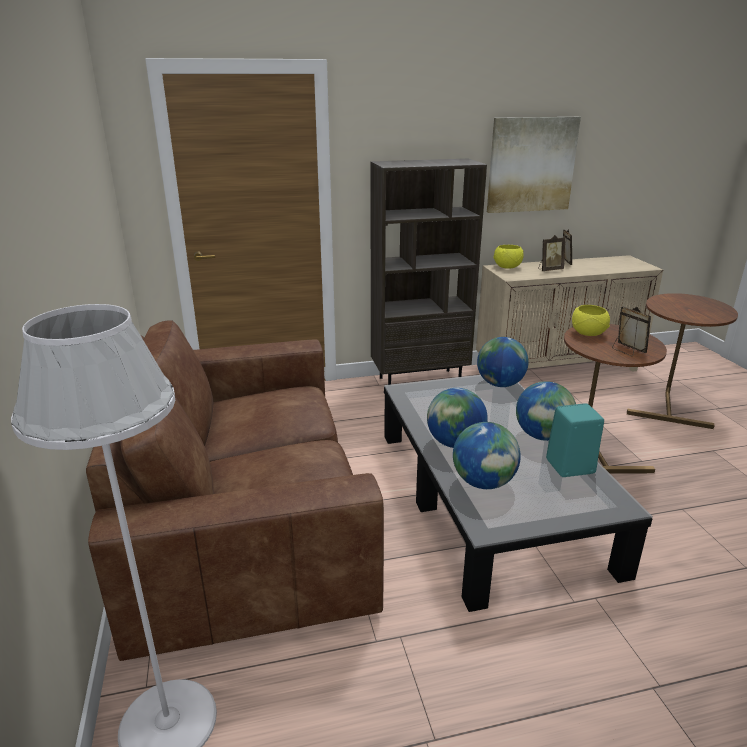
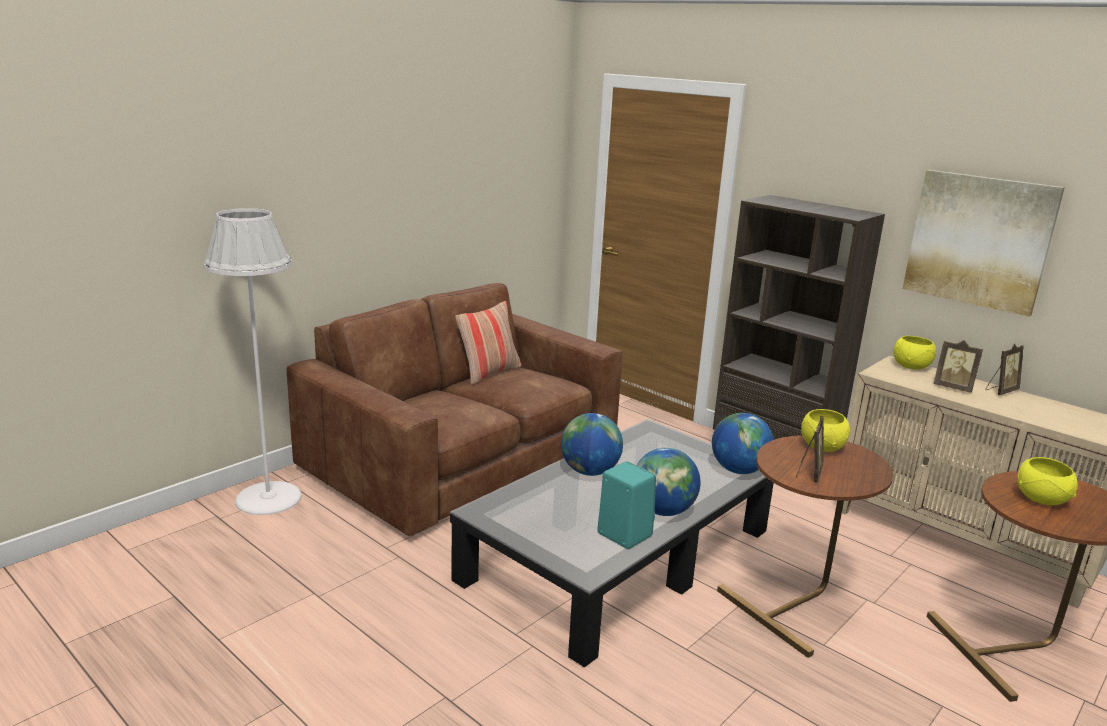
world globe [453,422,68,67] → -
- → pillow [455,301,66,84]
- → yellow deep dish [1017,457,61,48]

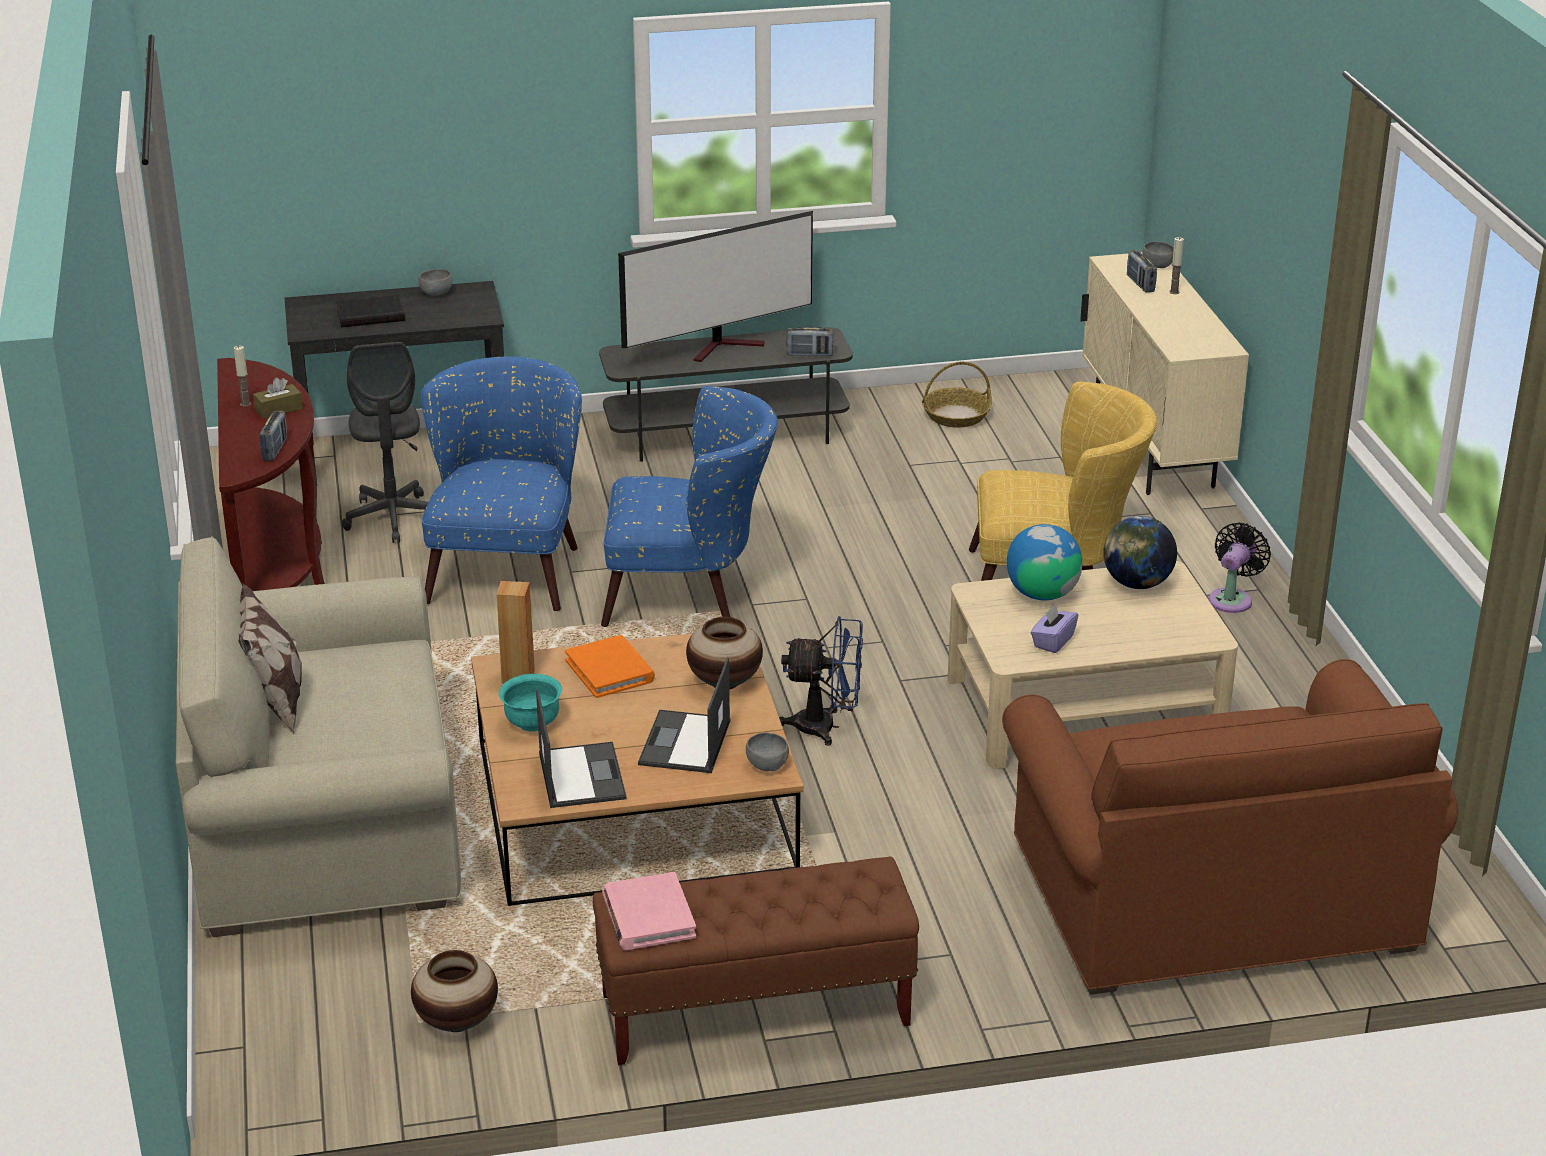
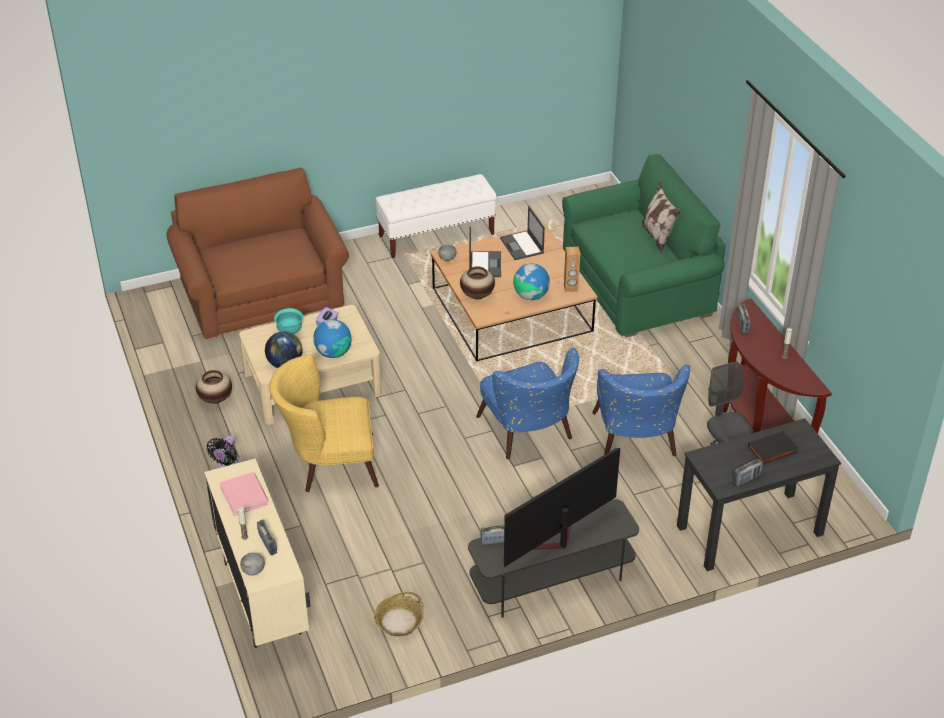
brown tissue box [253,378,50,41] → -
bluish electric fan [779,616,84,130] → -
decorative vase [411,950,87,82] → decorative vase [196,370,36,34], moved
turquoise-coloured deep dish [499,674,63,57] → turquoise-coloured deep dish [274,308,29,26], moved
pink-coloured book [602,872,94,78] → pink-coloured book [220,472,49,44], moved
gray deep dish [419,269,33,27] → radio set [733,459,30,27]
orangey book [565,635,90,63] → world globe [513,263,37,37]
beige-coloured couch [176,536,286,401] → greenish couch [562,154,164,184]
brown bench [593,856,326,209] → whitish bench [376,174,121,84]
bluish easy chair [601,386,177,241] → bluish easy chair [476,348,103,111], 105 degrees counterclockwise

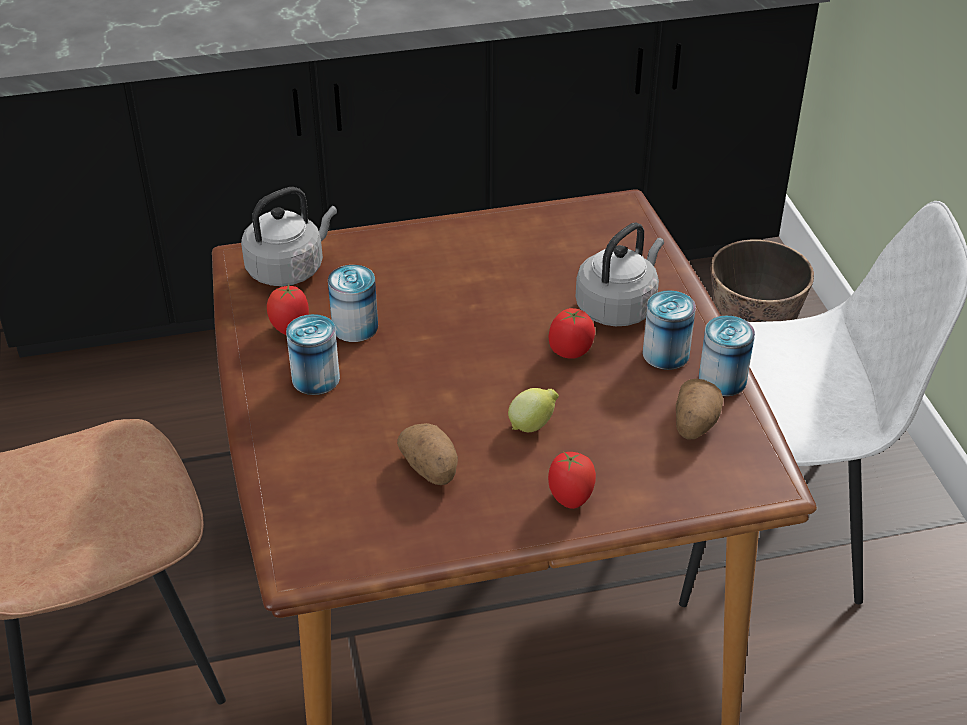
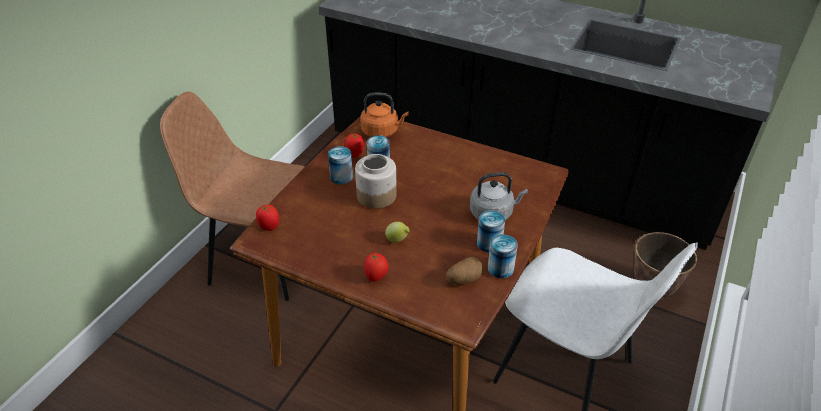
whole potato [397,423,61,62] → -
- → storage jar [355,154,42,55]
whole tomato [549,308,46,51] → whole tomato [256,205,23,26], moved
gray tea kettle [241,187,96,99] → orangey tea kettle [360,93,49,44]

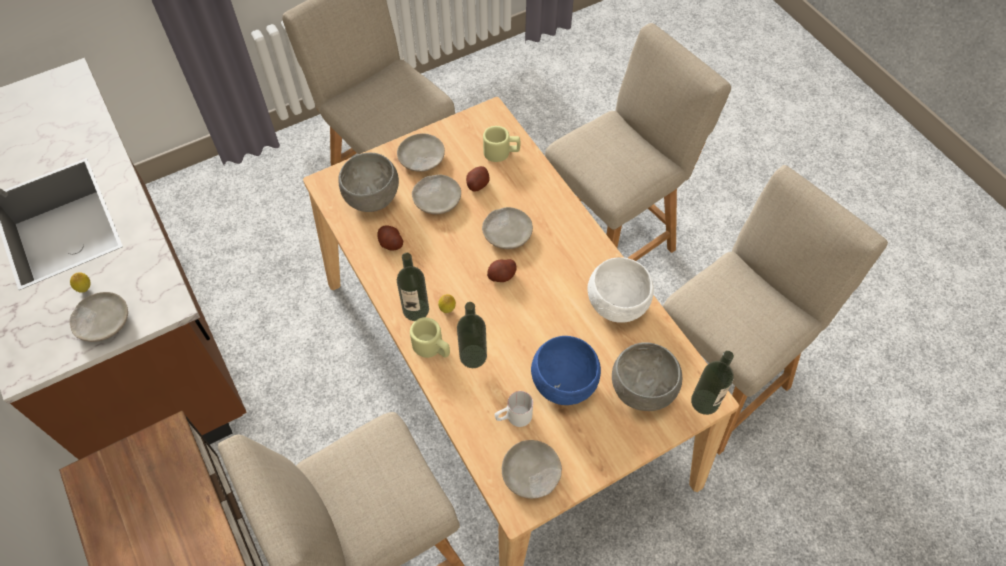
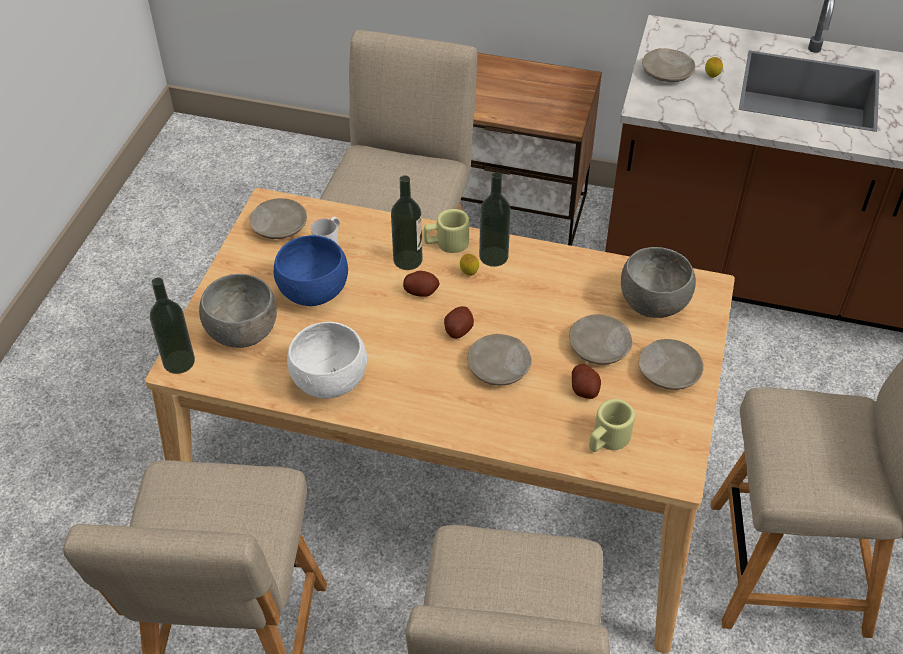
whole potato [377,225,26,26] → whole potato [403,271,37,26], moved

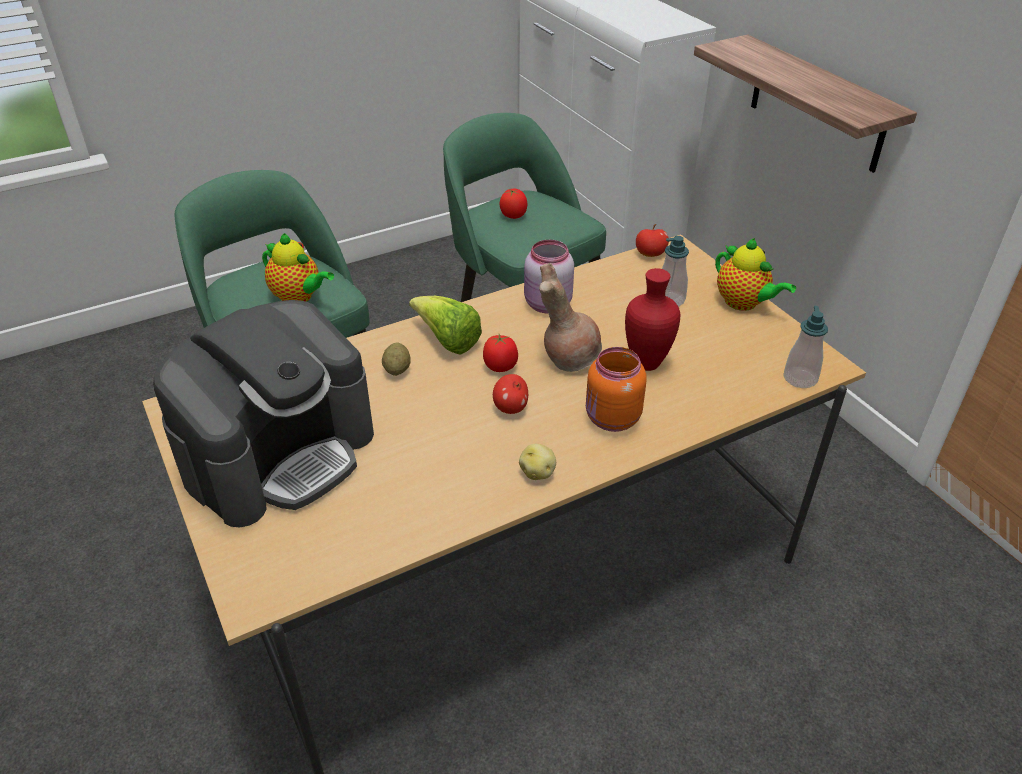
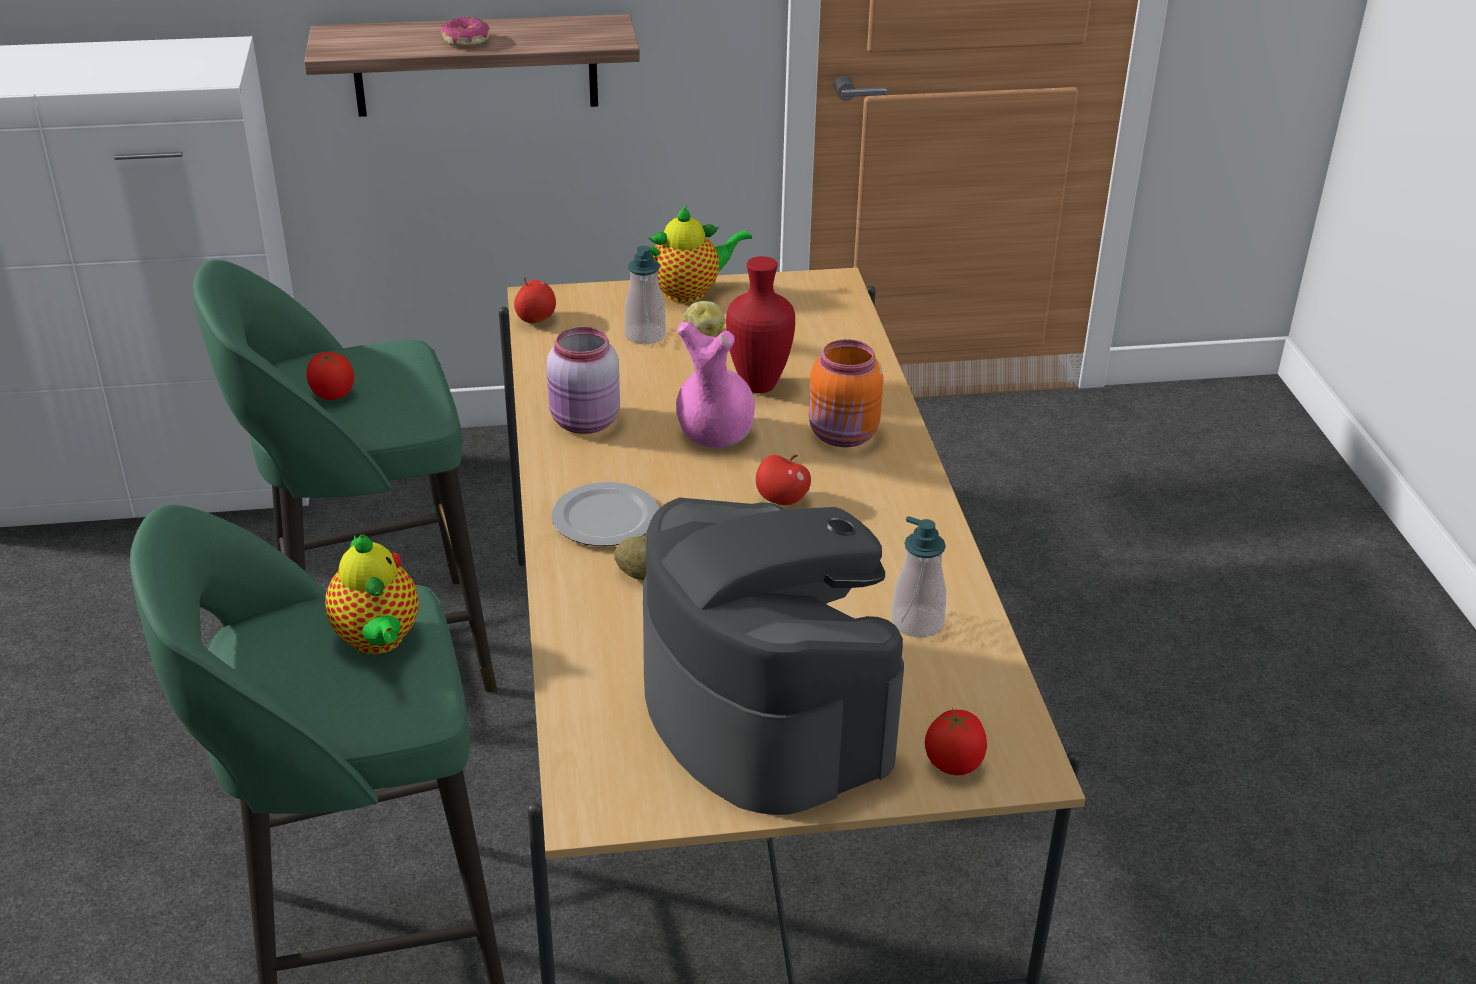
- → donut [440,17,50,30]
whole tomato [483,334,35,38] → whole tomato [925,708,62,67], moved
whole potato [519,444,37,36] → whole potato [683,301,42,36], moved
soap dispenser [784,306,44,82] → soap dispenser [891,516,55,122], moved
lettuce head [409,296,73,58] → flat dish [551,482,108,64]
brown decorative vase [539,263,63,109] → pink-coloured decorative vase [676,322,79,126]
pot for tea [262,233,72,69] → pot for tea [325,534,94,121], 105 degrees clockwise

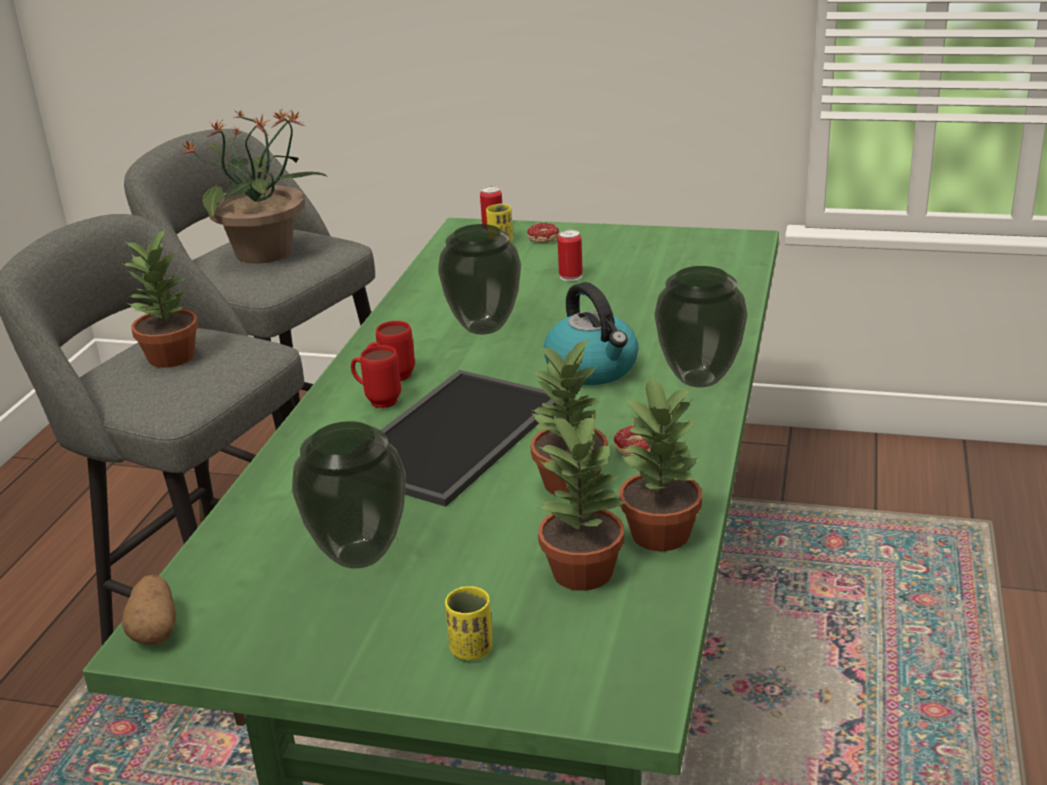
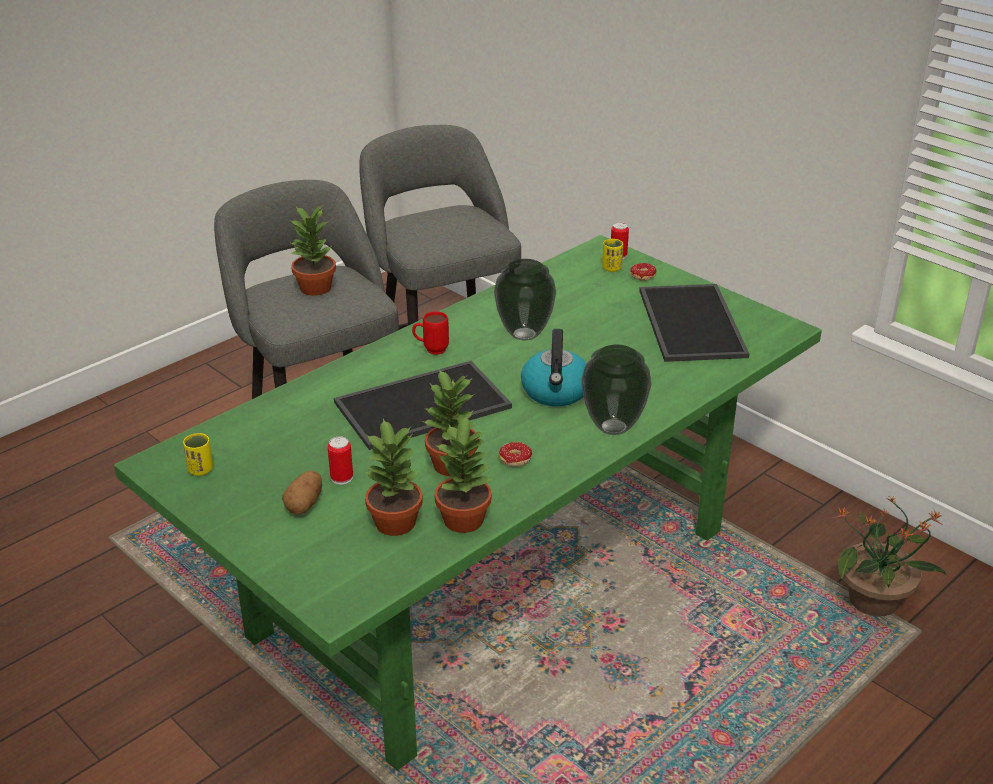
decorative vase [292,421,114,148] → -
red-coloured mug [351,345,50,63] → -
- → carrying tray [639,284,110,78]
whole potato [122,575,54,70] → whole potato [282,470,40,45], moved
houseplant [179,108,149,156] → houseplant [834,495,113,122], moved
yellow small cup [445,586,47,74] → yellow small cup [183,433,30,43], moved
sealed can [558,230,25,51] → sealed can [328,436,25,49], moved

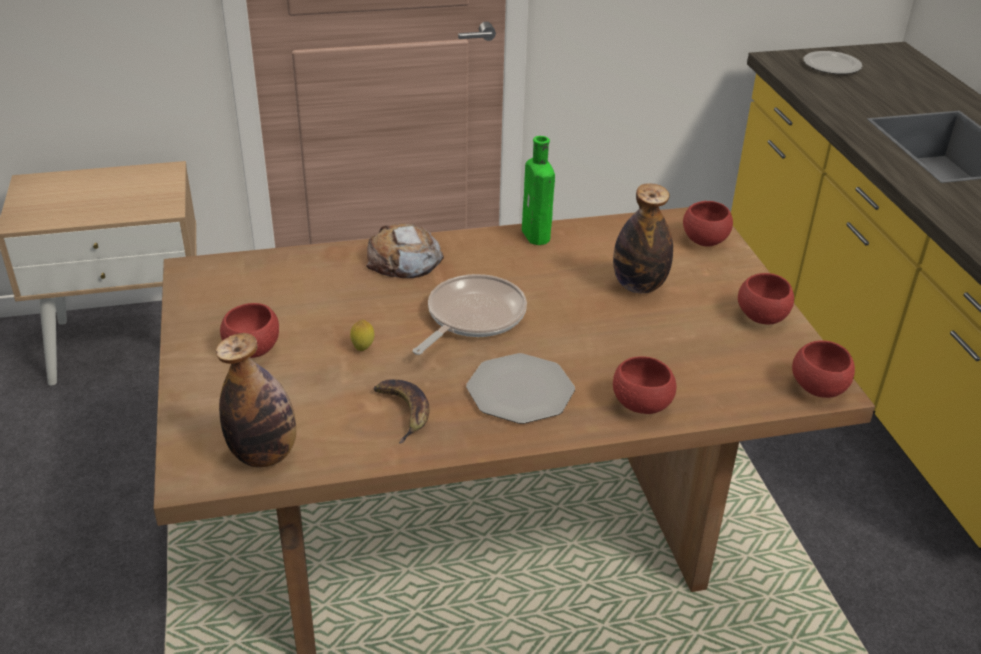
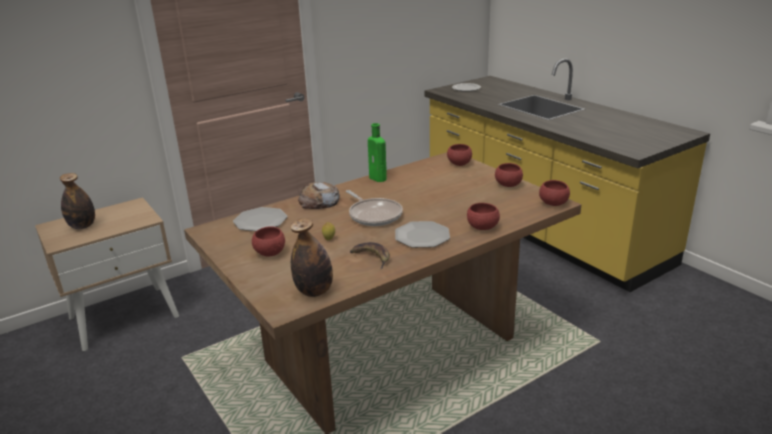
- → flat dish [233,207,54,24]
beverage bottle [613,183,60,110] → beverage bottle [60,173,35,56], moved
skillet [413,274,114,81] → skillet [346,190,57,36], 135 degrees clockwise

